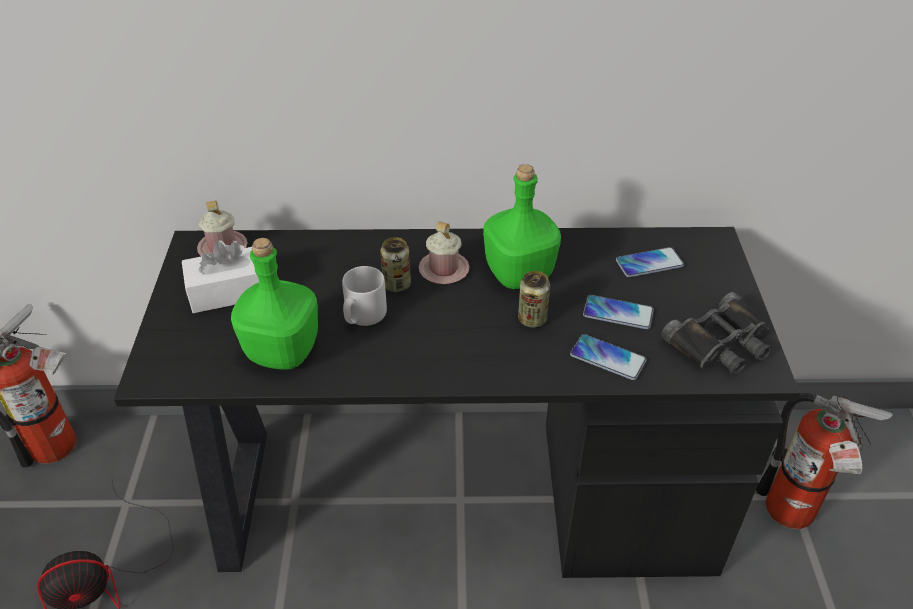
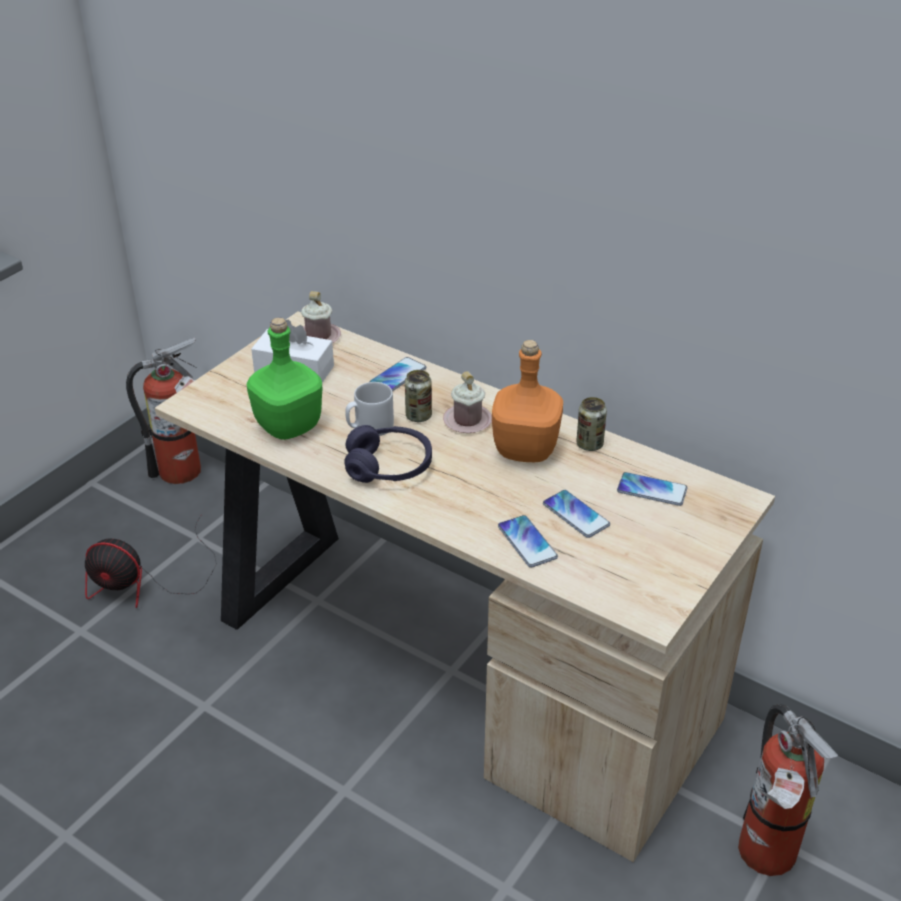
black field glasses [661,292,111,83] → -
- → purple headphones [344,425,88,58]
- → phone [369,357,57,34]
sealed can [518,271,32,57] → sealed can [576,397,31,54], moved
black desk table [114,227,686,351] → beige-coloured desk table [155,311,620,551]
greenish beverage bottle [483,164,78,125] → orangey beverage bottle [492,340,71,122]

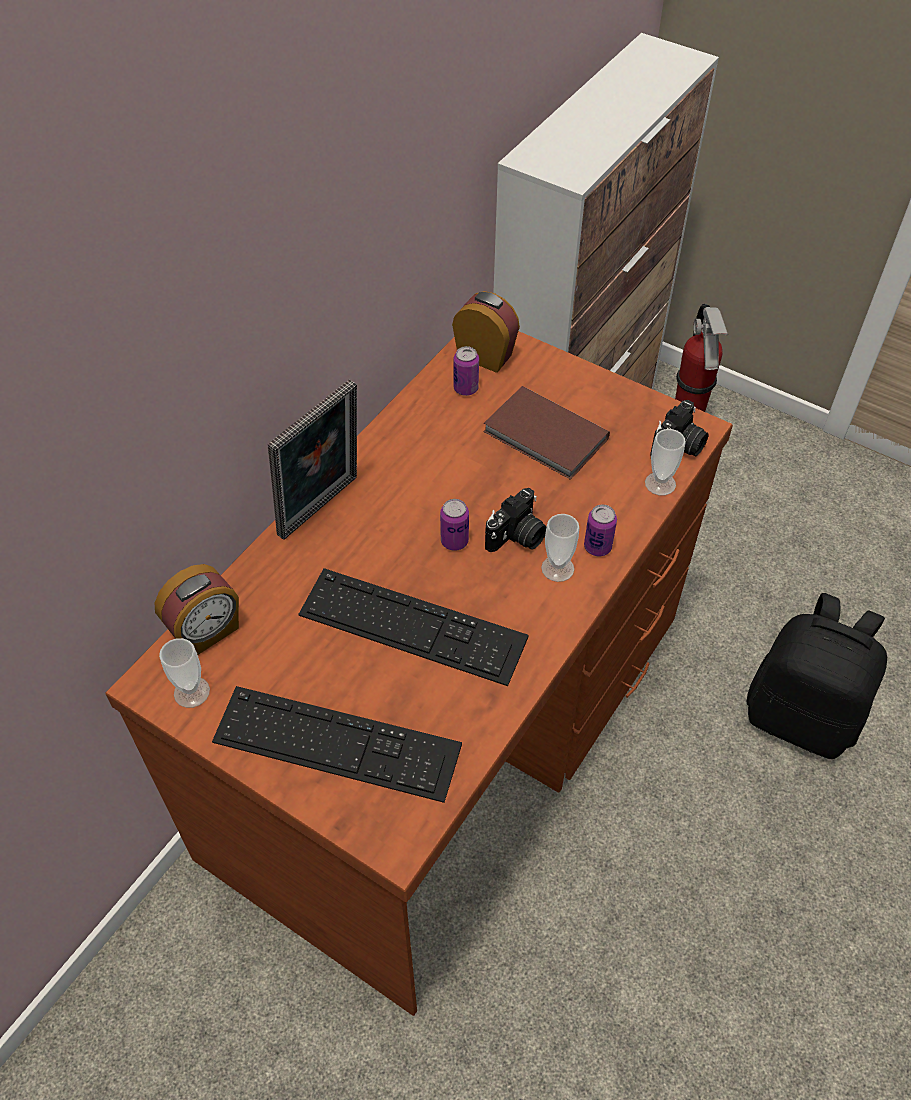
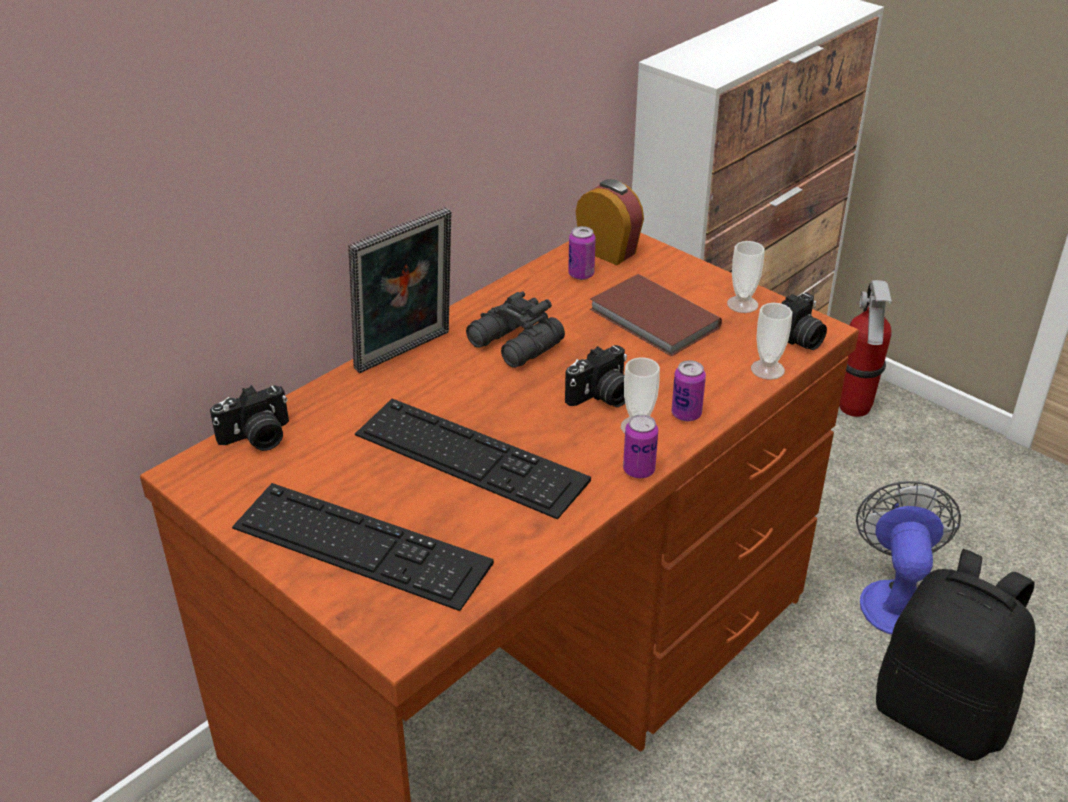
- → black field glasses [466,291,99,77]
- → electric fan [856,481,105,153]
small cup [159,638,51,70] → small cup [727,241,38,72], moved
sealed can [440,499,29,52] → sealed can [623,414,35,64], moved
bedside clock [154,564,85,91] → still camera [210,385,79,66]

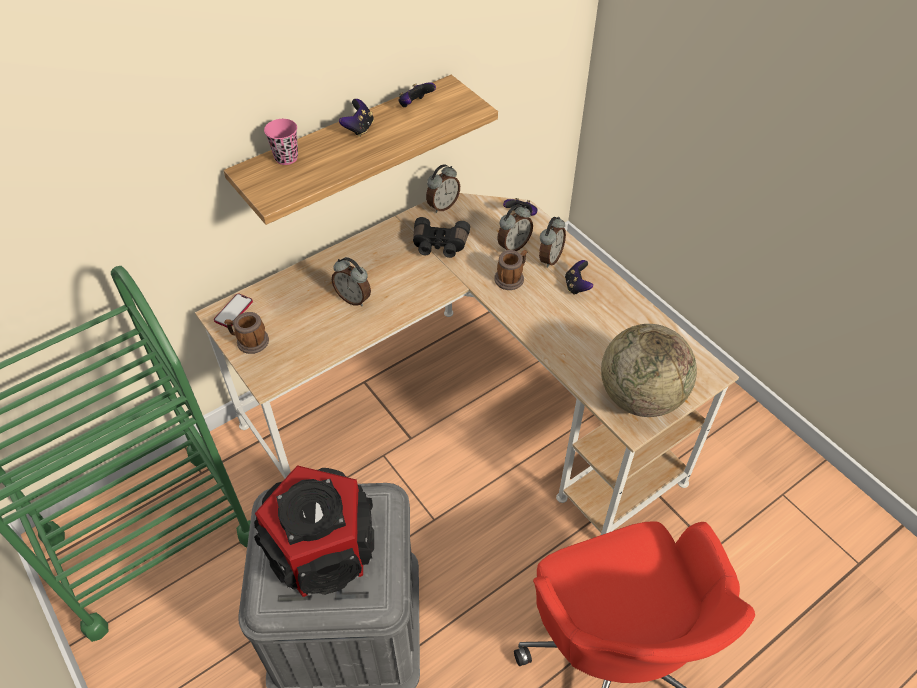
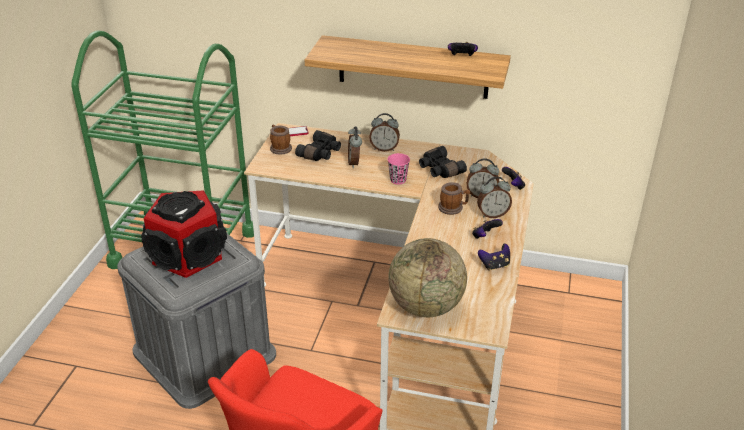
- → black field glasses [295,130,46,31]
pink-coloured small cup [264,119,34,46] → pink-coloured small cup [387,153,23,32], moved
gamepad [339,99,35,38] → gamepad [478,244,32,27], moved
bedside clock [426,164,34,49] → bedside clock [369,113,31,39], moved

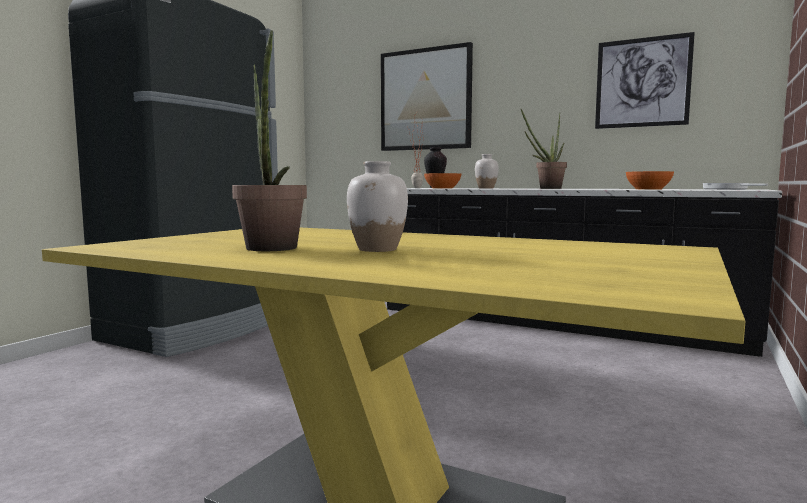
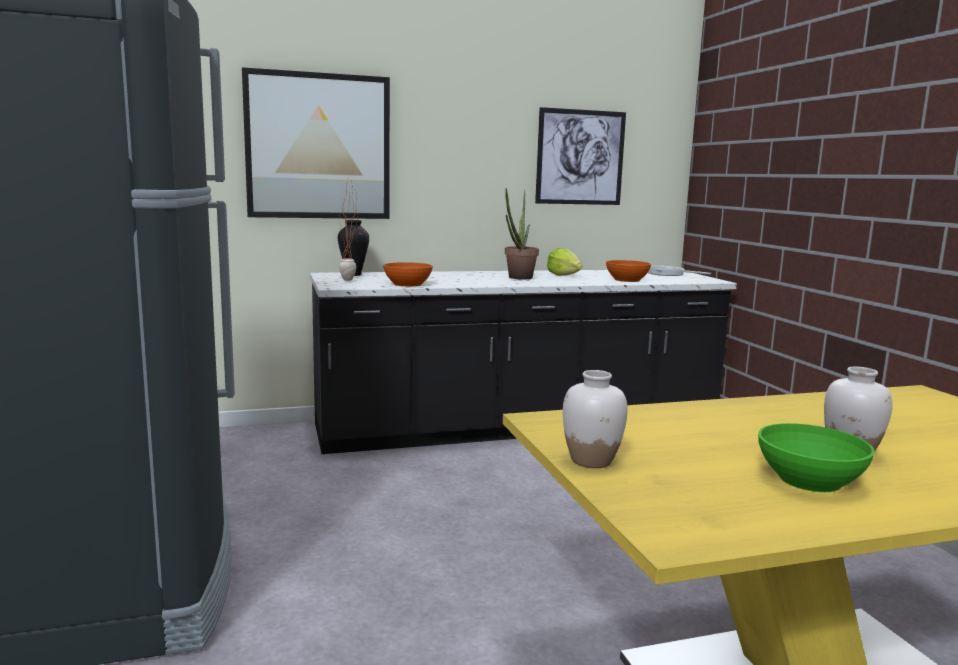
- → lettuce head [547,248,35,28]
whitish decorative vase [475,154,24,35] → whitish decorative vase [563,370,65,98], moved
houseplant [232,30,75,221] → greenish deep dish [758,423,117,69]

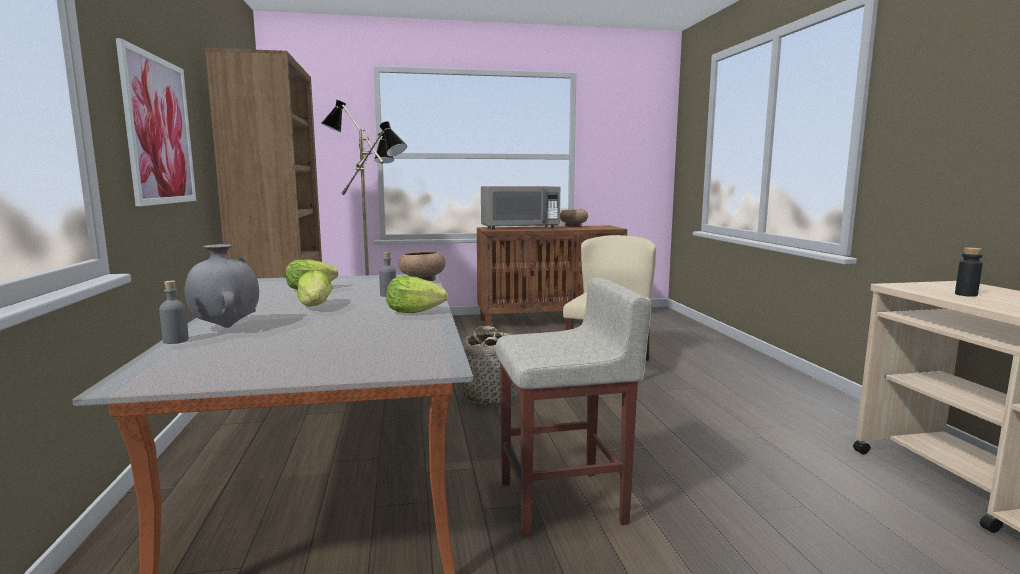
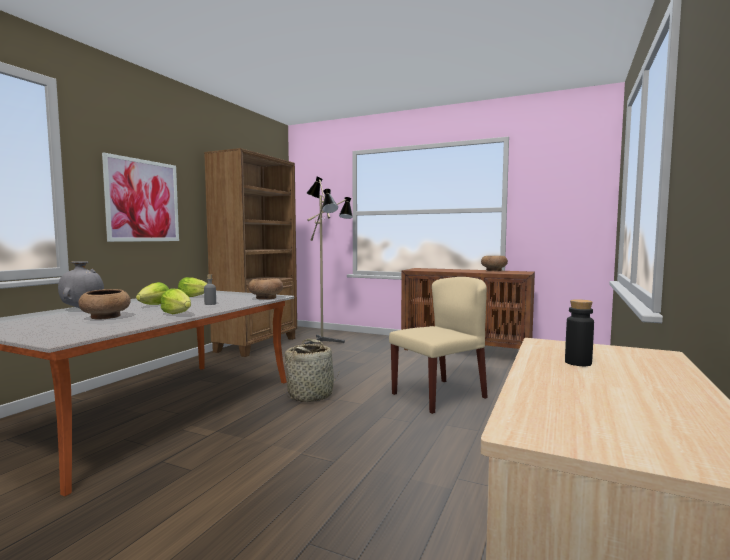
gray beverage bottle [159,281,30,63] → -
gray kitchen microwave [481,186,79,44] → -
beige-coloured stool [495,277,156,261] → -
- → brown deep dish [78,289,53,30]

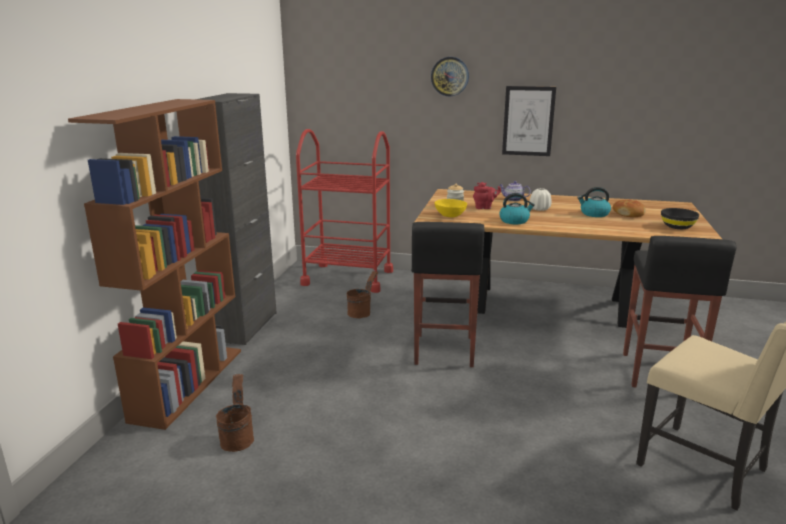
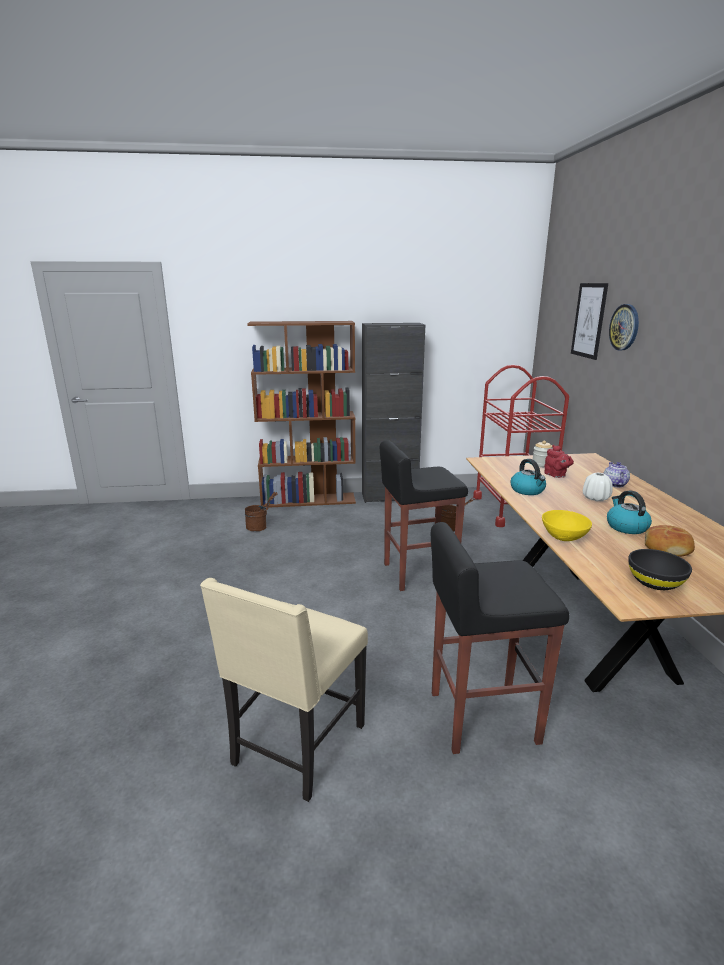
yellow deep dish [435,199,32,18] → yellow deep dish [542,510,50,31], moved
picture [502,86,54,70] → picture [571,283,37,77], moved

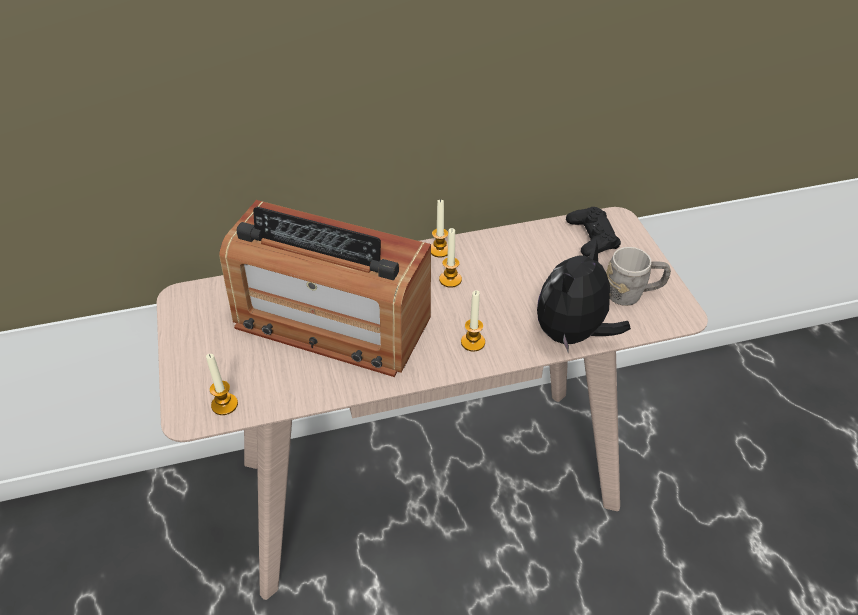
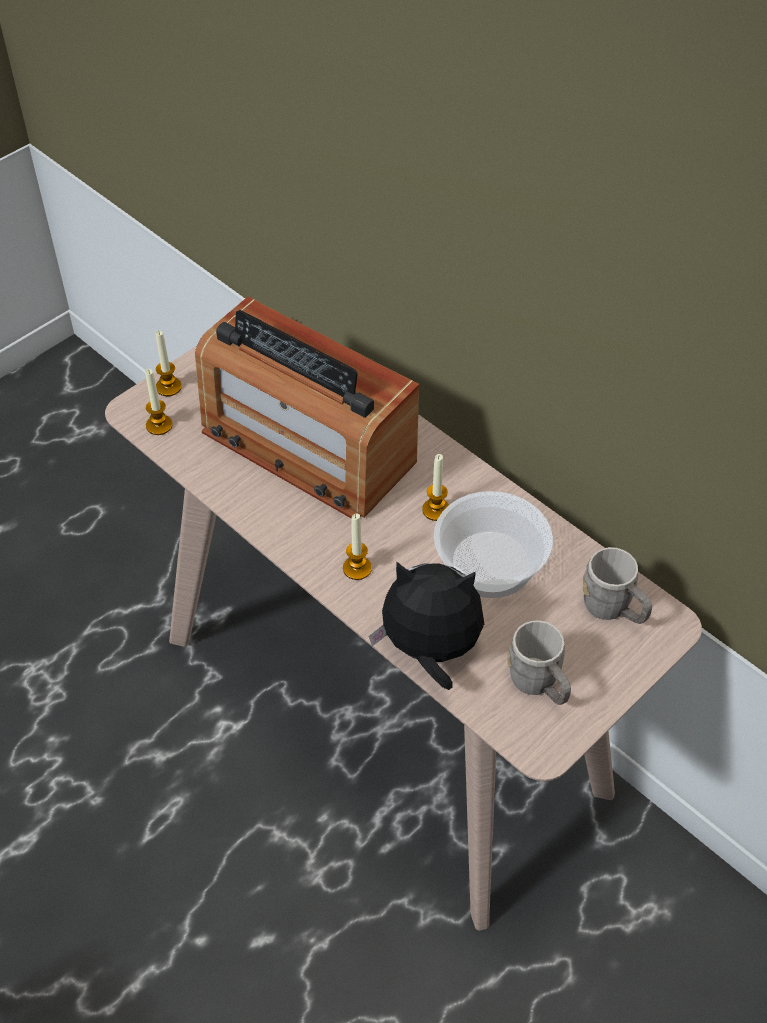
- → deep dish [434,491,119,107]
candle [431,199,17,59] → candle [155,331,27,65], moved
black gamepad [566,207,55,50] → gray mug [583,547,69,77]
radio set [219,200,212,177] → radio set [195,297,224,222], 45 degrees counterclockwise

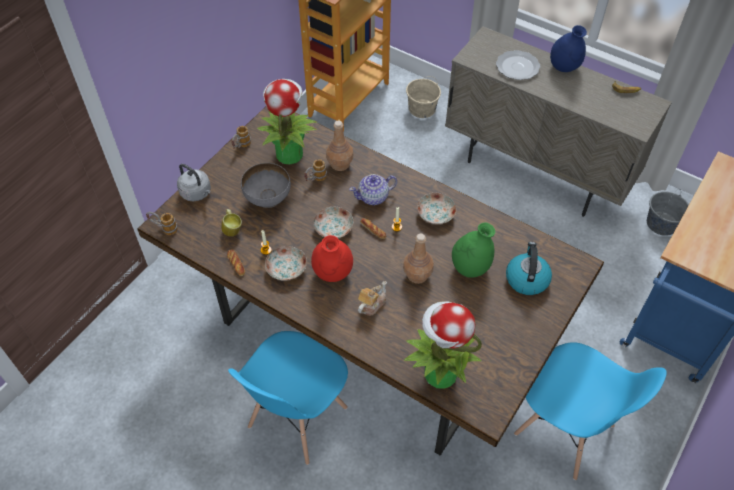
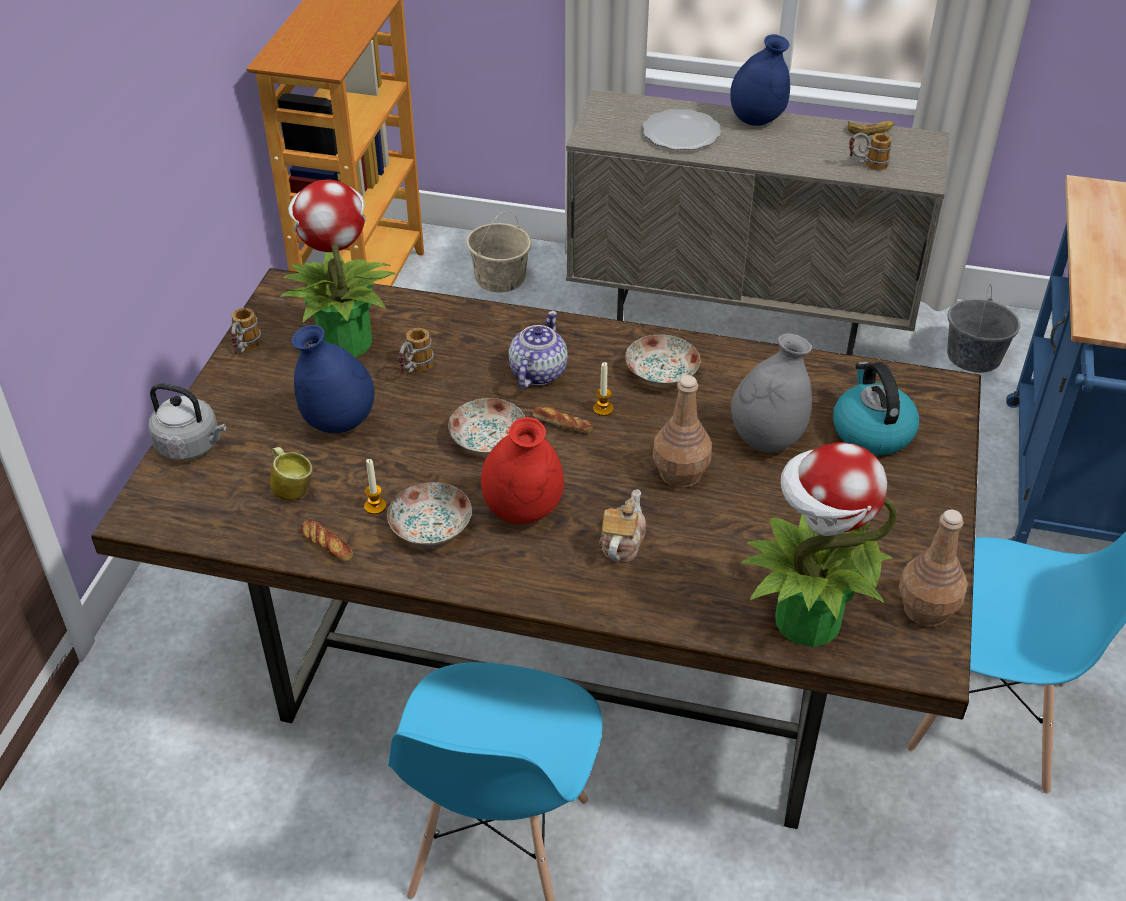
mug [146,212,32,23] → mug [849,133,43,38], moved
brown beverage bottle [326,120,27,51] → brown beverage bottle [899,510,69,117], moved
gray deep dish [241,163,50,45] → bluish decorative vase [292,325,83,108]
greenish decorative vase [452,223,43,55] → gray decorative vase [731,334,81,119]
pot for tea [349,174,48,31] → pot for tea [508,311,60,78], 150 degrees clockwise

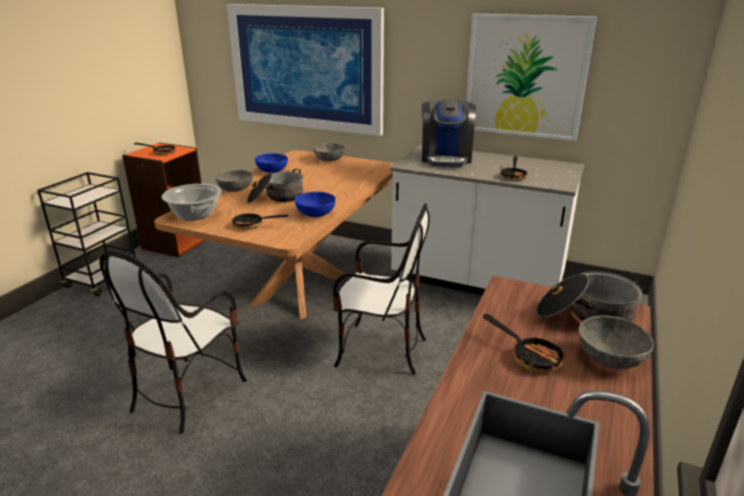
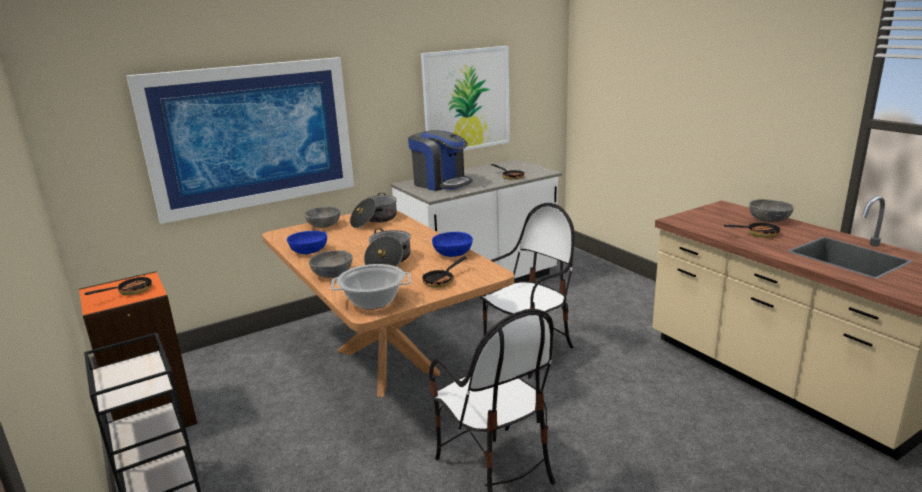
saucepot [536,271,106,51] → saucepot [350,193,47,35], moved

